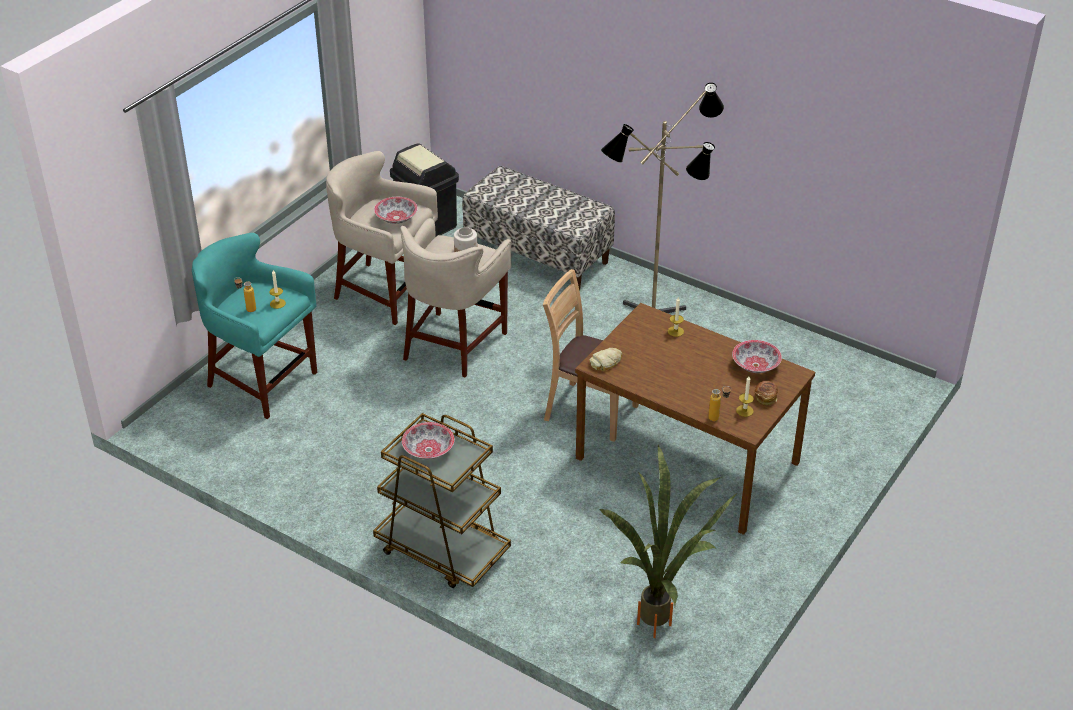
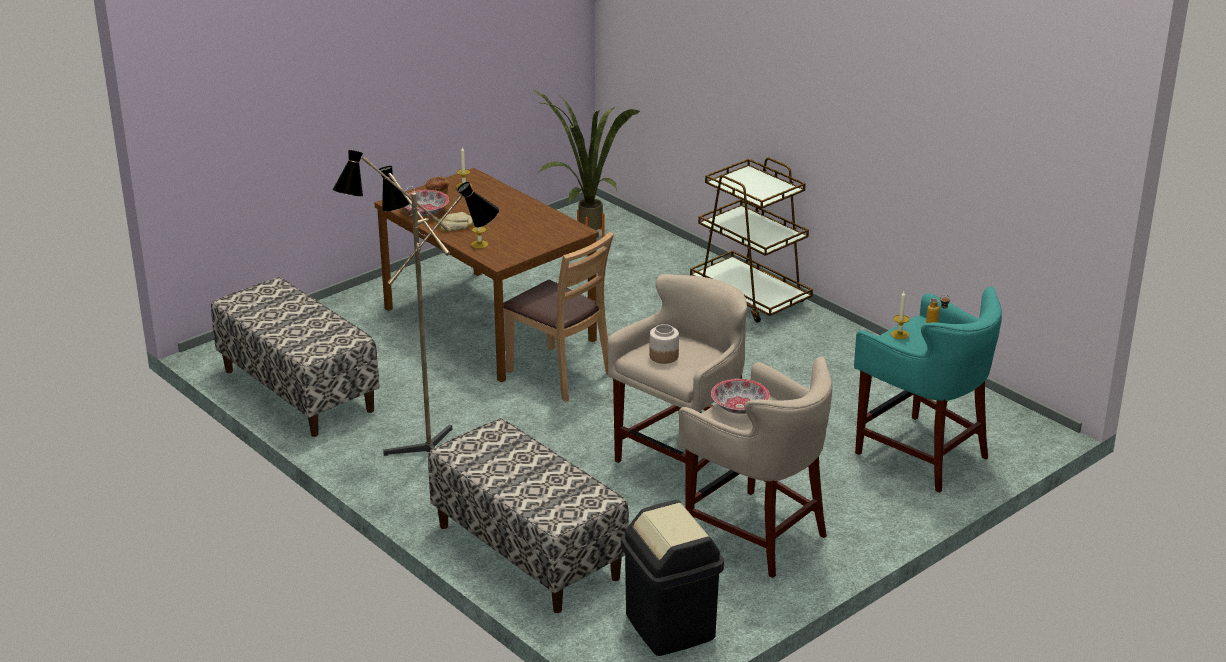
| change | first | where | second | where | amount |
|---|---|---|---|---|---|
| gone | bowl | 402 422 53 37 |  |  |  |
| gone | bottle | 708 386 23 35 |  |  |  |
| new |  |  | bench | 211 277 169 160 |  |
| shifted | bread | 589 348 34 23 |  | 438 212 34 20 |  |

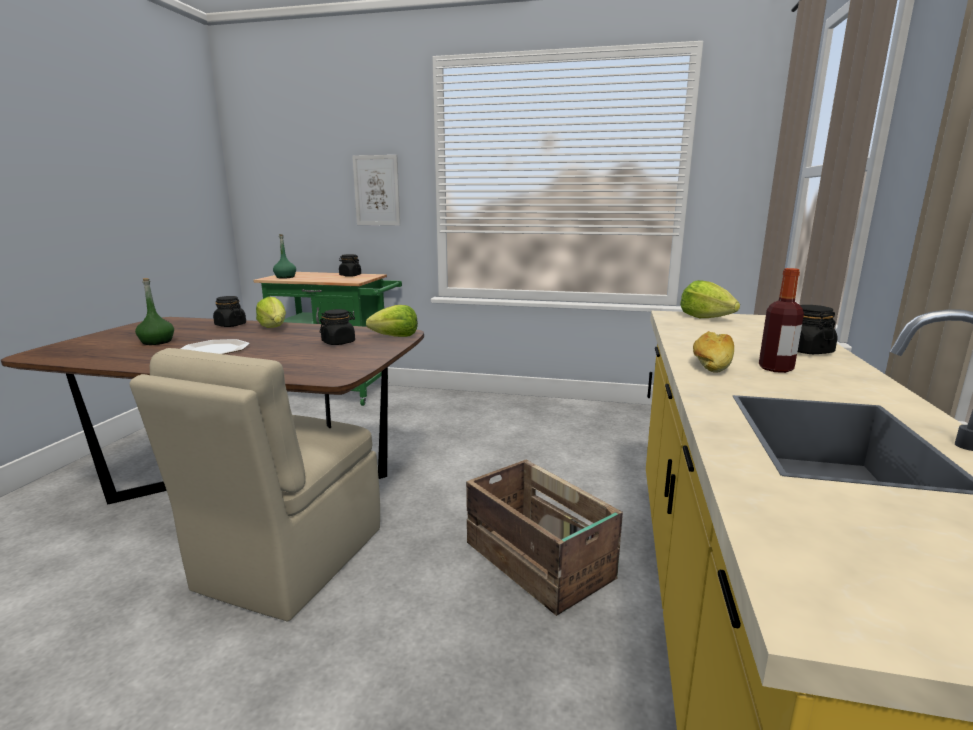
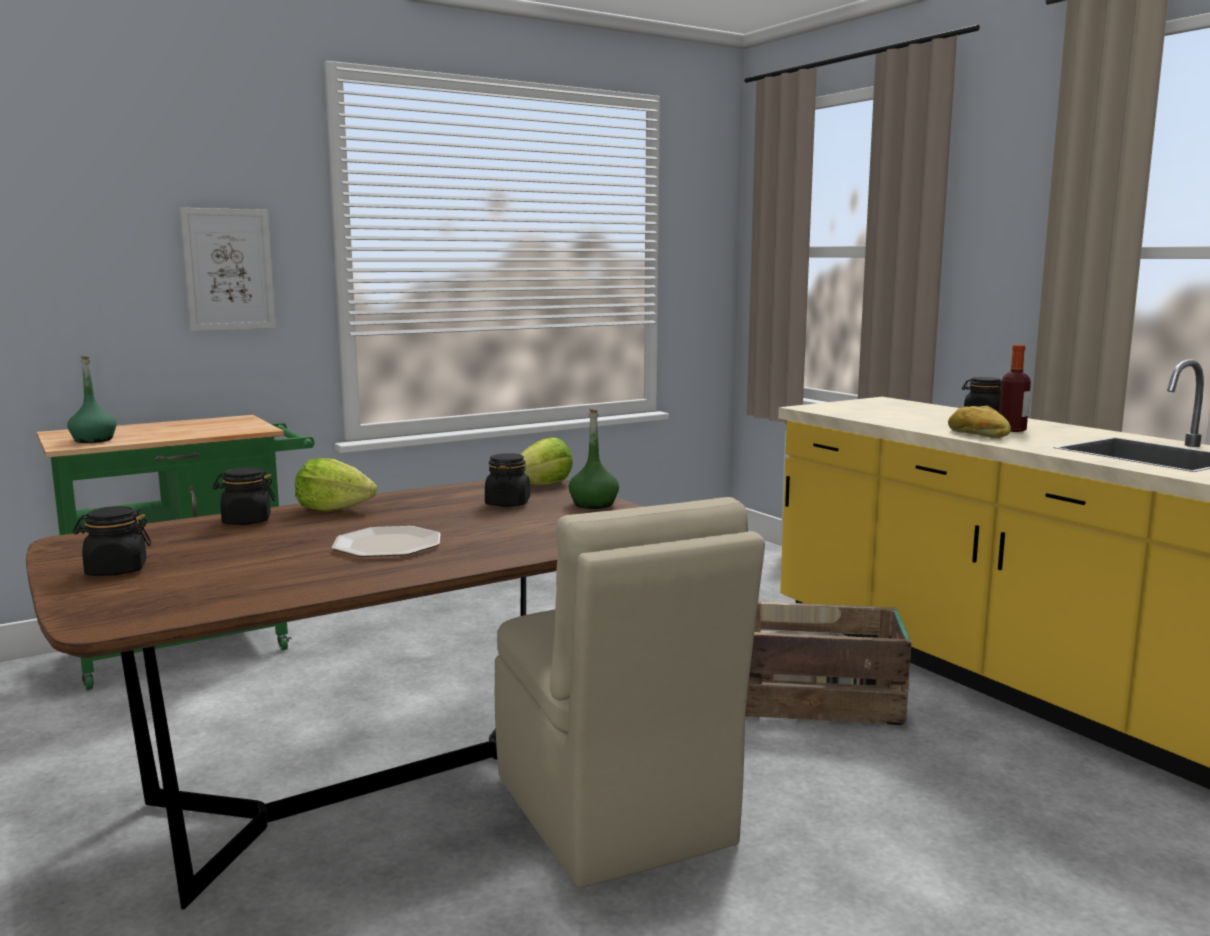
| change | first | where | second | where | amount |
|---|---|---|---|---|---|
| gone | lettuce | 680 280 60 38 |  |  |  |
| shifted | green bottle | 135 278 39 67 |  | 569 409 50 100 |  |
| shifted | black jar | 339 254 22 23 |  | 72 506 80 70 |  |

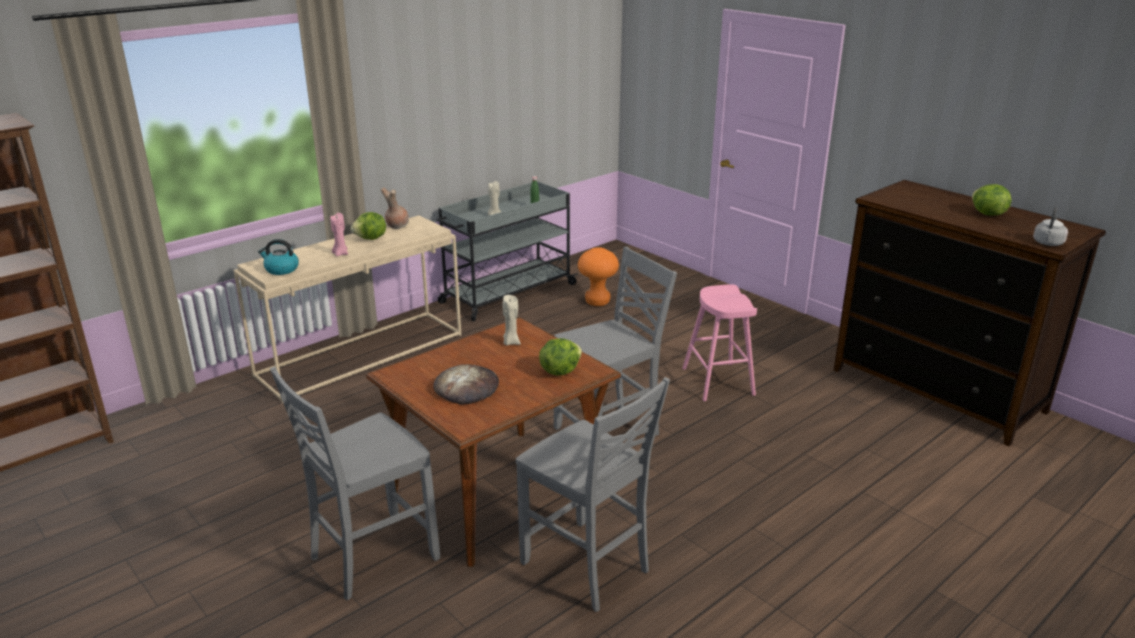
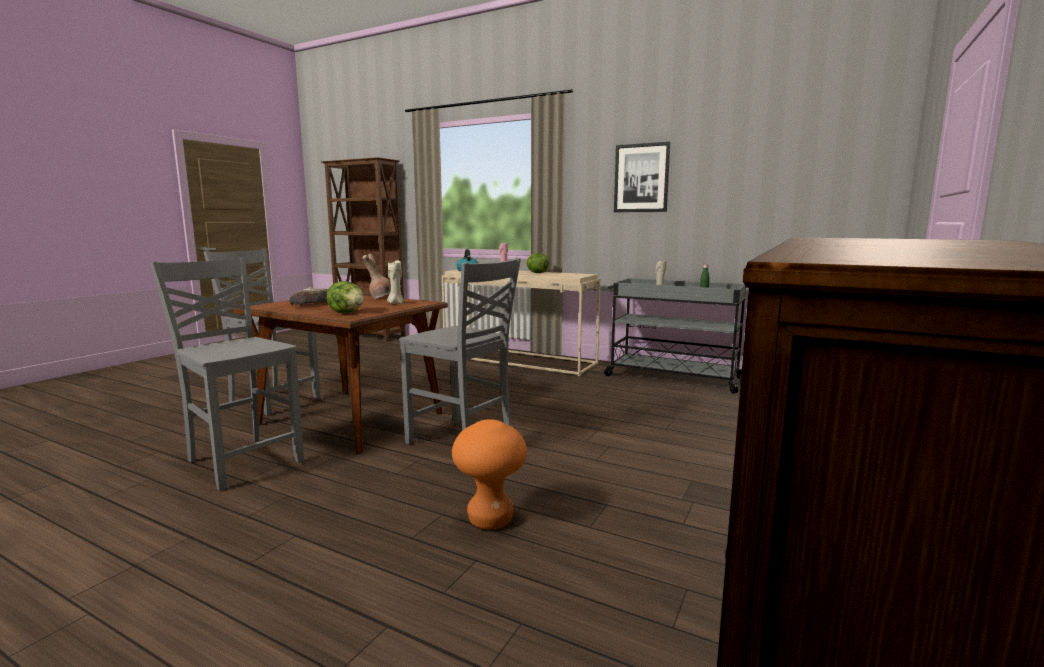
| change | first | where | second | where | amount |
|---|---|---|---|---|---|
| gone | pink stool | 682 284 75 117 |  |  |  |
| gone | lettuce | 972 184 40 31 |  |  |  |
| gone | grey kettle | 1033 207 35 39 |  |  |  |
| new |  |  | picture | 614 142 56 70 |  |
| shifted | brown vase | 381 188 28 41 |  | 363 254 28 45 |  |
| shifted | orange stool | 578 247 41 59 |  | 452 419 75 111 |  |
| rotated | grey chair | 516 377 154 235 |  | 150 257 154 234 | 105 degrees clockwise |

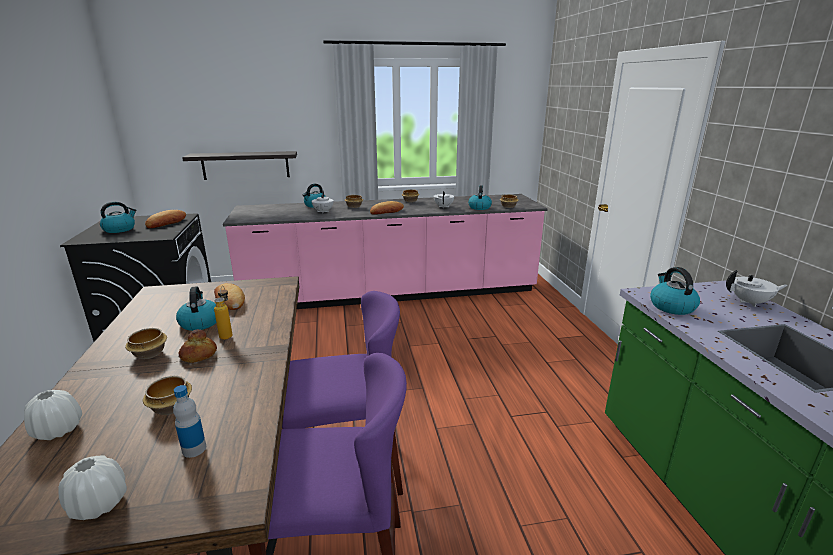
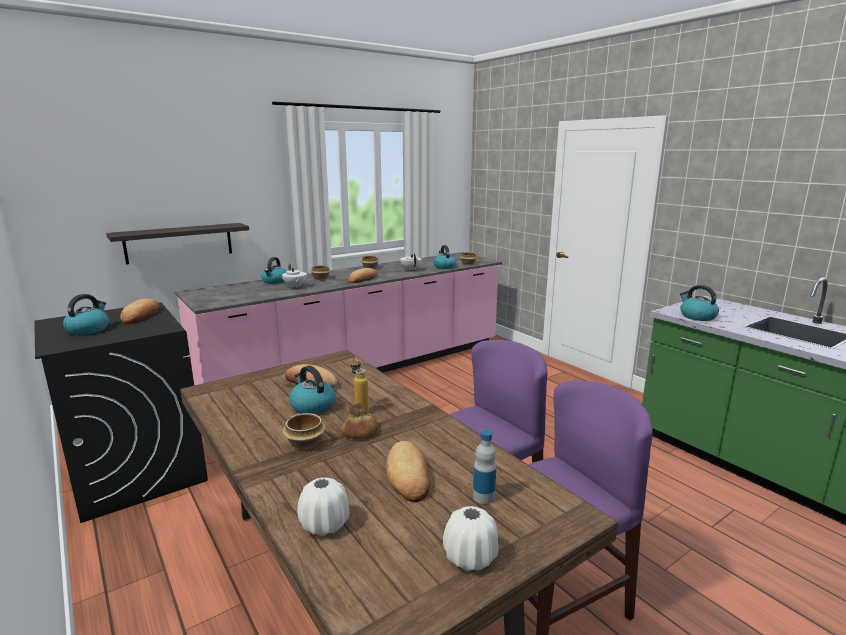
| change | first | where | second | where | amount |
|---|---|---|---|---|---|
| gone | white teapot | 726 270 62 37 |  |  |  |
| swapped | bowl | 143 376 49 39 | bread | 386 441 44 61 |  |

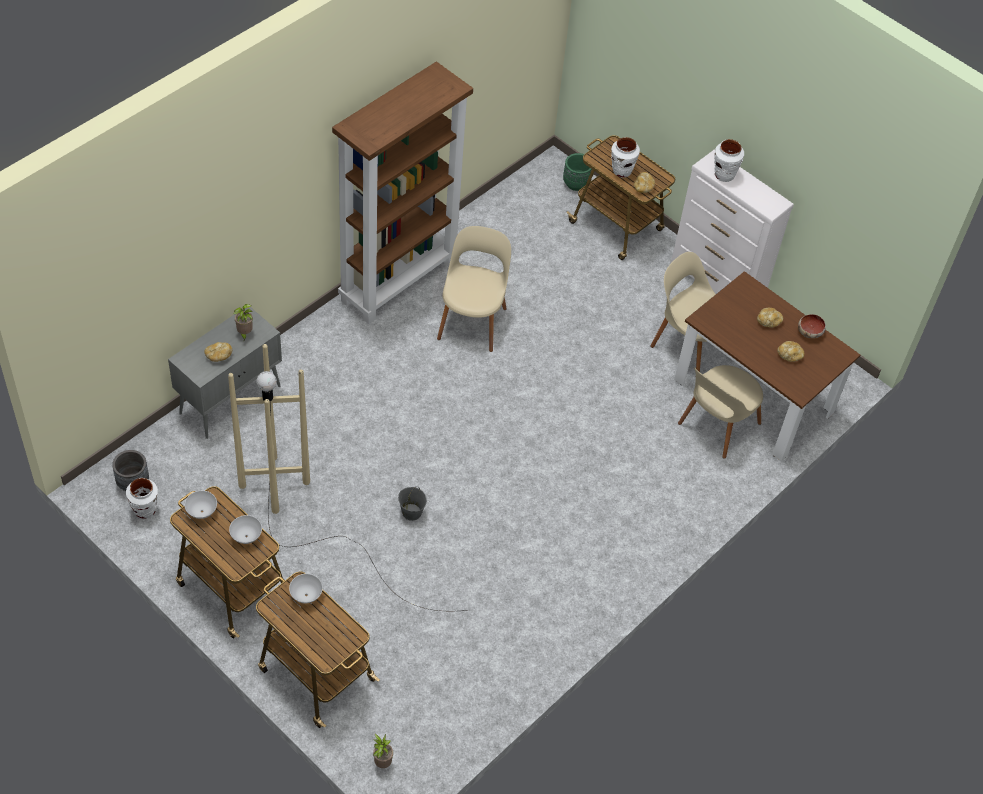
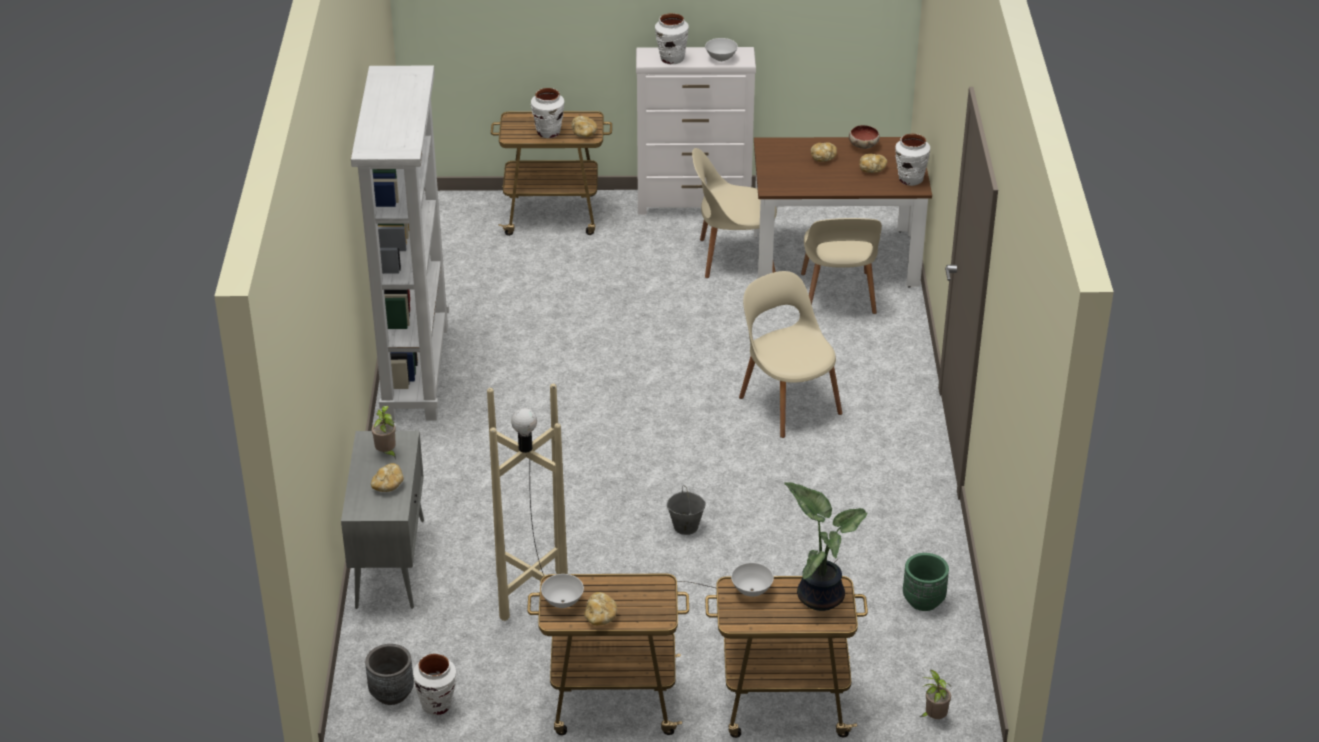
| change | first | where | second | where | amount |
|---|---|---|---|---|---|
| new |  |  | bread | 584 592 33 34 |  |
| new |  |  | potted plant | 784 483 84 128 |  |
| new |  |  | white vase | 895 134 35 52 |  |
| shifted | white bowl | 229 515 33 29 |  | 705 38 33 24 |  |
| shifted | beige chair | 437 226 74 126 |  | 739 271 104 167 |  |
| shifted | green planter | 563 153 29 38 |  | 903 553 46 58 |  |
| repainted | brown bookcase | 332 62 141 262 | white bookcase | 351 66 98 355 |  |

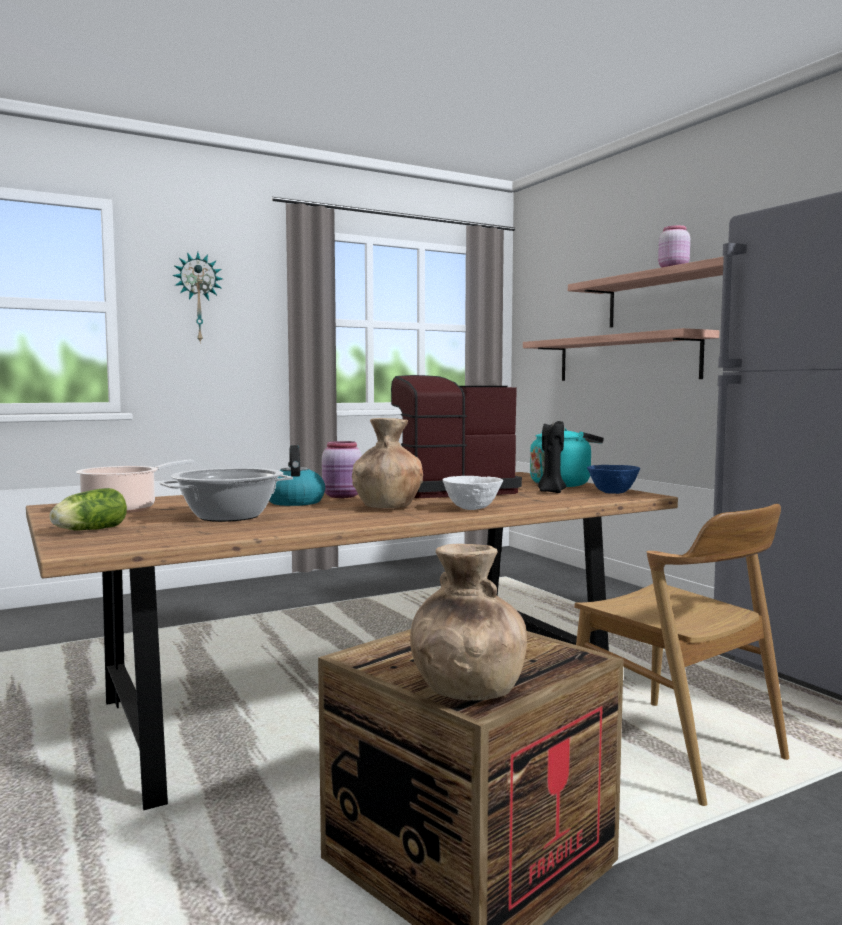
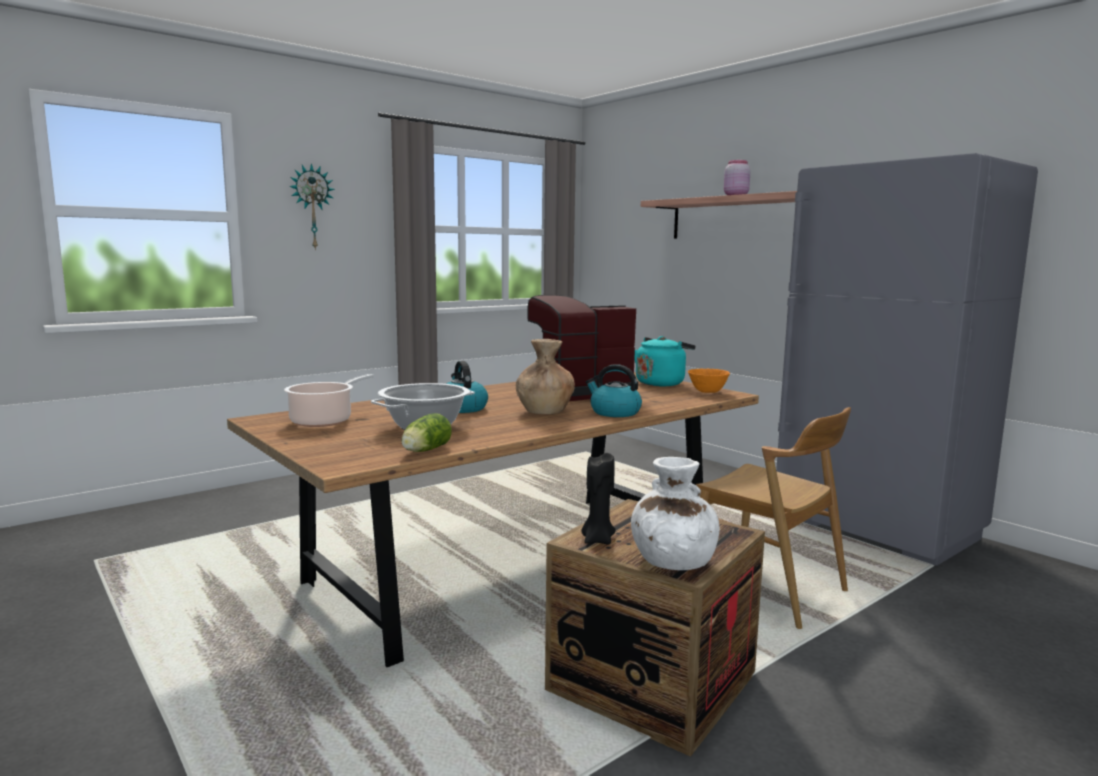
| change | first | where | second | where | amount |
|---|---|---|---|---|---|
| gone | pink jar | 322 441 40 57 |  |  |  |
| gone | shelf | 523 328 196 53 |  |  |  |
| shifted | lettuce | 50 488 77 42 |  | 401 413 51 39 |  |
| shifted | black candle | 538 421 28 72 |  | 581 453 35 92 |  |
| swapped | white bowl | 443 476 60 34 | kettle | 586 364 56 53 |  |
| repainted | brown vase | 410 544 117 156 | white vase | 631 457 89 113 |  |
| repainted | blue bowl | 587 465 53 29 | orange bowl | 688 369 42 24 |  |

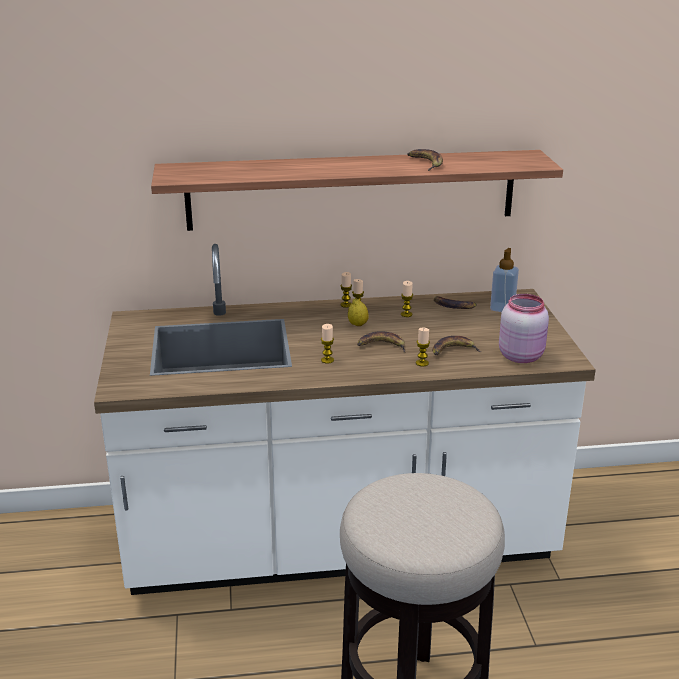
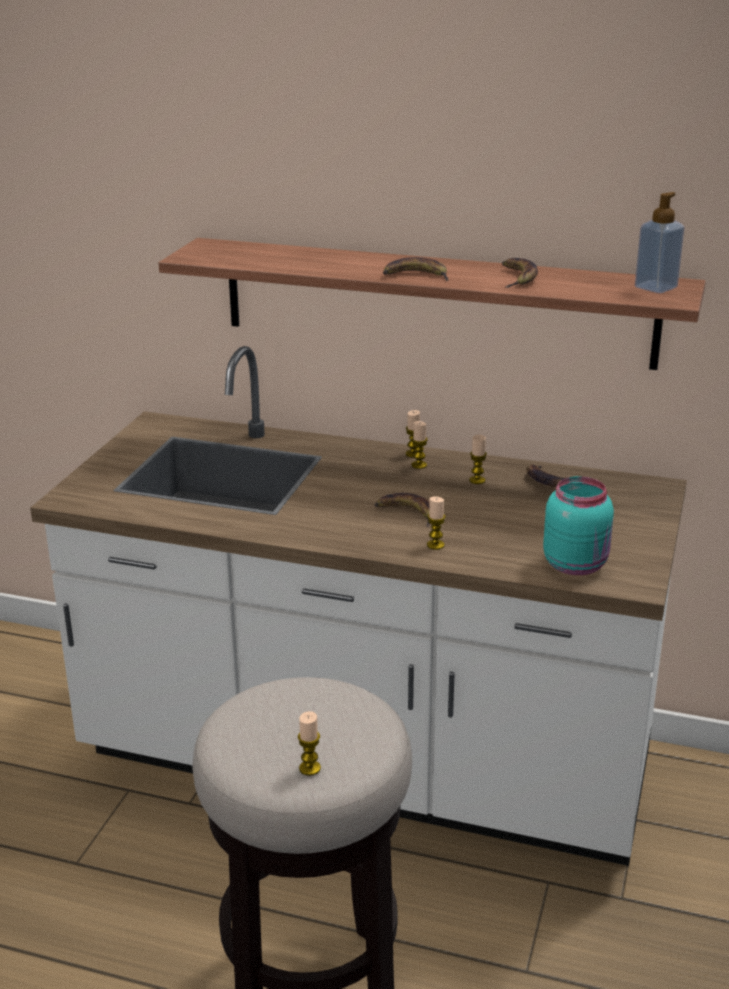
| change | first | where | second | where | amount |
|---|---|---|---|---|---|
| gone | lemon | 348 299 21 27 |  |  |  |
| shifted | candle | 321 324 13 40 |  | 298 711 23 65 |  |
| shifted | banana | 432 336 49 19 |  | 383 257 66 24 |  |
| shifted | soap dispenser | 490 248 29 64 |  | 635 192 50 101 |  |
| repainted | pink jar | 499 294 50 69 | turquoise jar | 543 476 71 99 |  |

